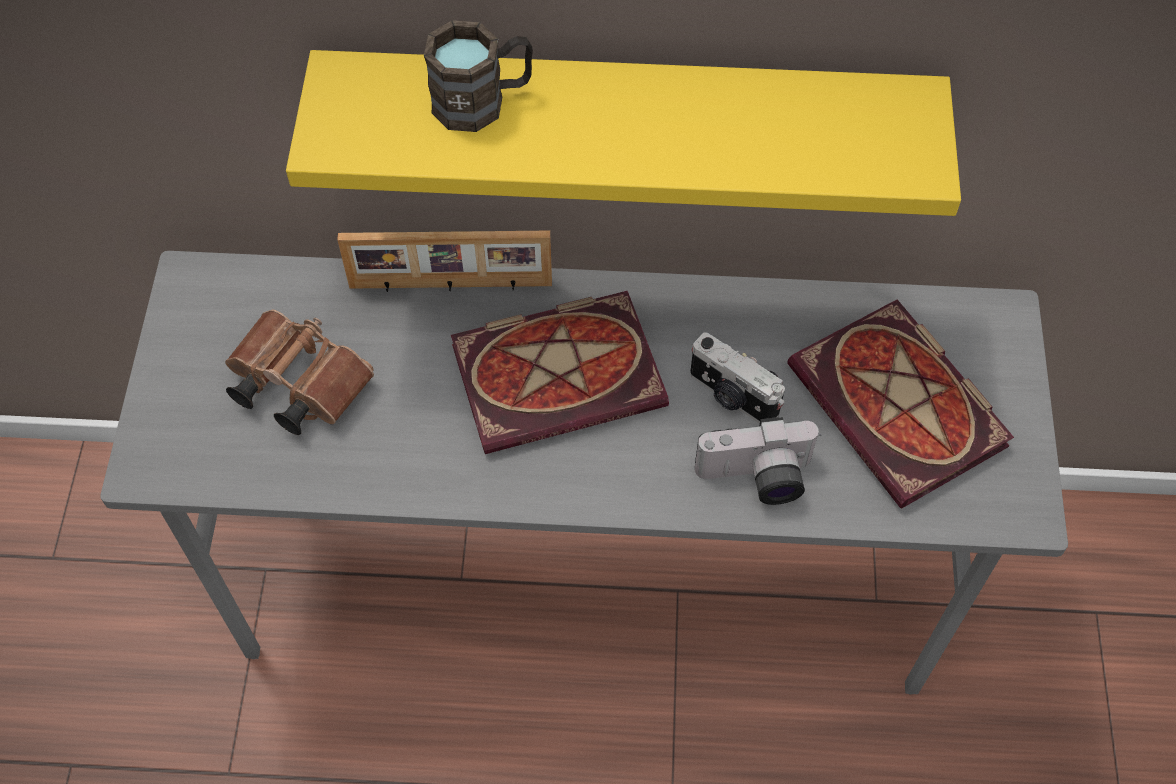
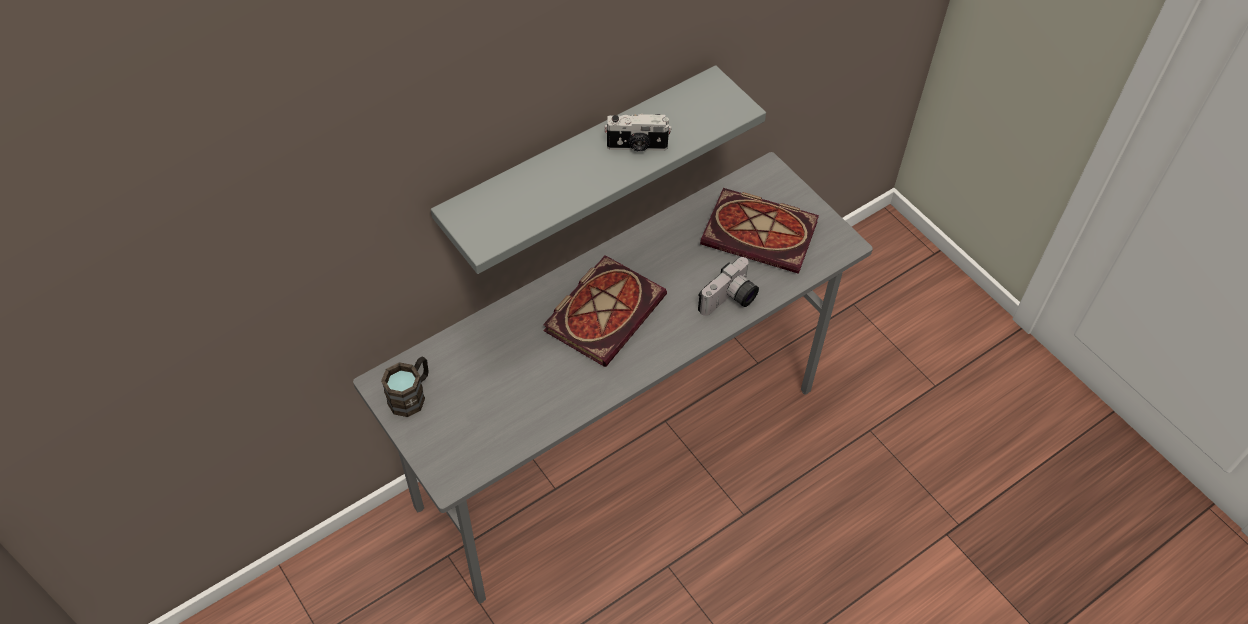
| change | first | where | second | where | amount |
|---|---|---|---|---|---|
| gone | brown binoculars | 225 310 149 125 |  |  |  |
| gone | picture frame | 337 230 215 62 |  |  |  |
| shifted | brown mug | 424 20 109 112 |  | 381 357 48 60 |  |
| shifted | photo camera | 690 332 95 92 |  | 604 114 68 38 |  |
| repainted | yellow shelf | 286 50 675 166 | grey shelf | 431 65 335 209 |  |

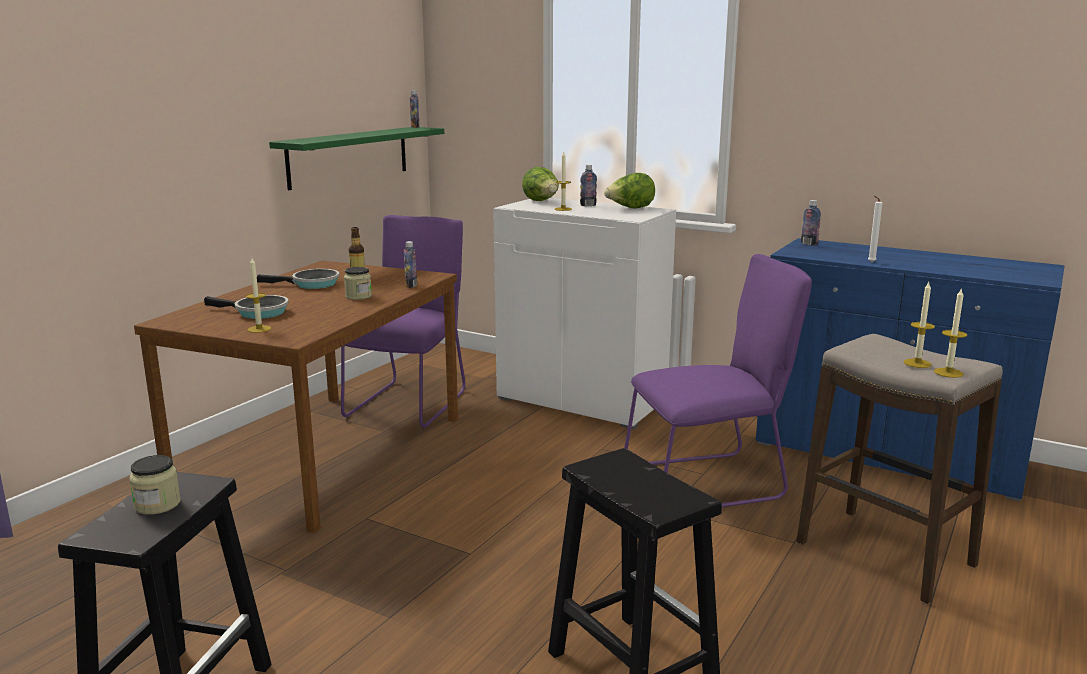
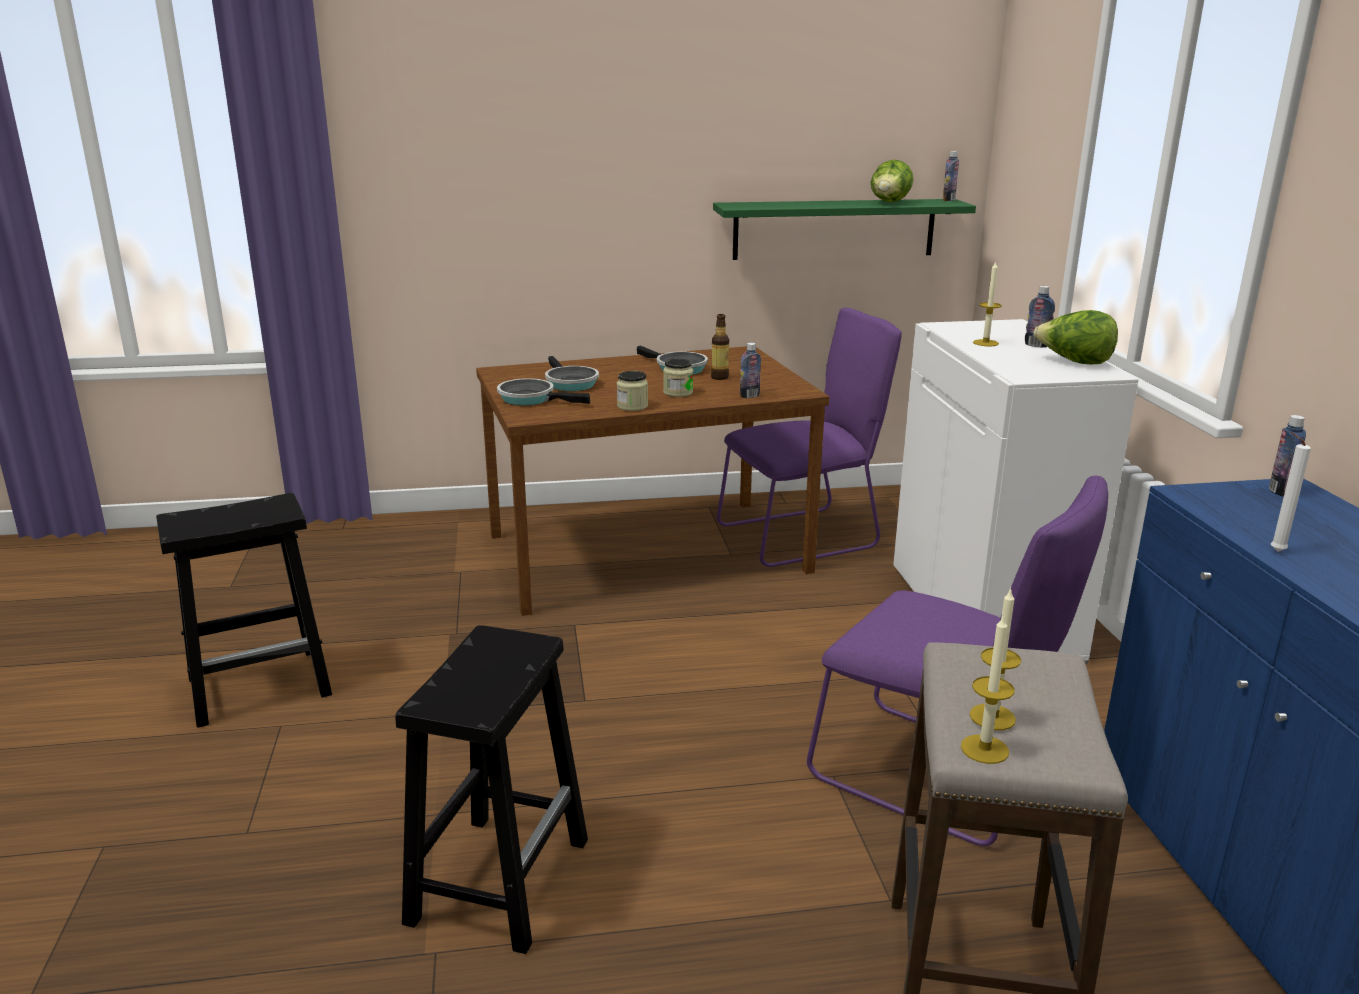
| change | first | where | second | where | amount |
|---|---|---|---|---|---|
| shifted | jar | 129 455 52 60 |  | 617 371 31 40 |  |
| shifted | lettuce | 522 167 37 34 |  | 871 160 42 42 |  |
| swapped | candle | 246 258 25 75 | frying pan | 497 378 93 28 |  |

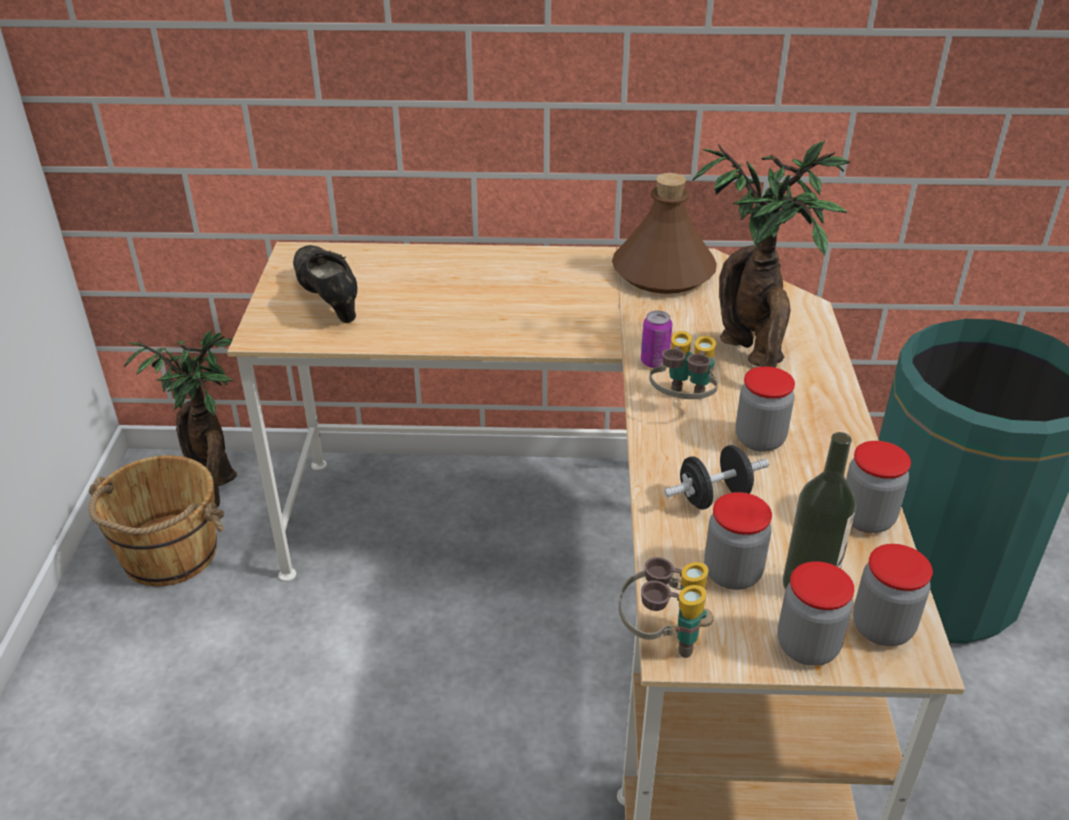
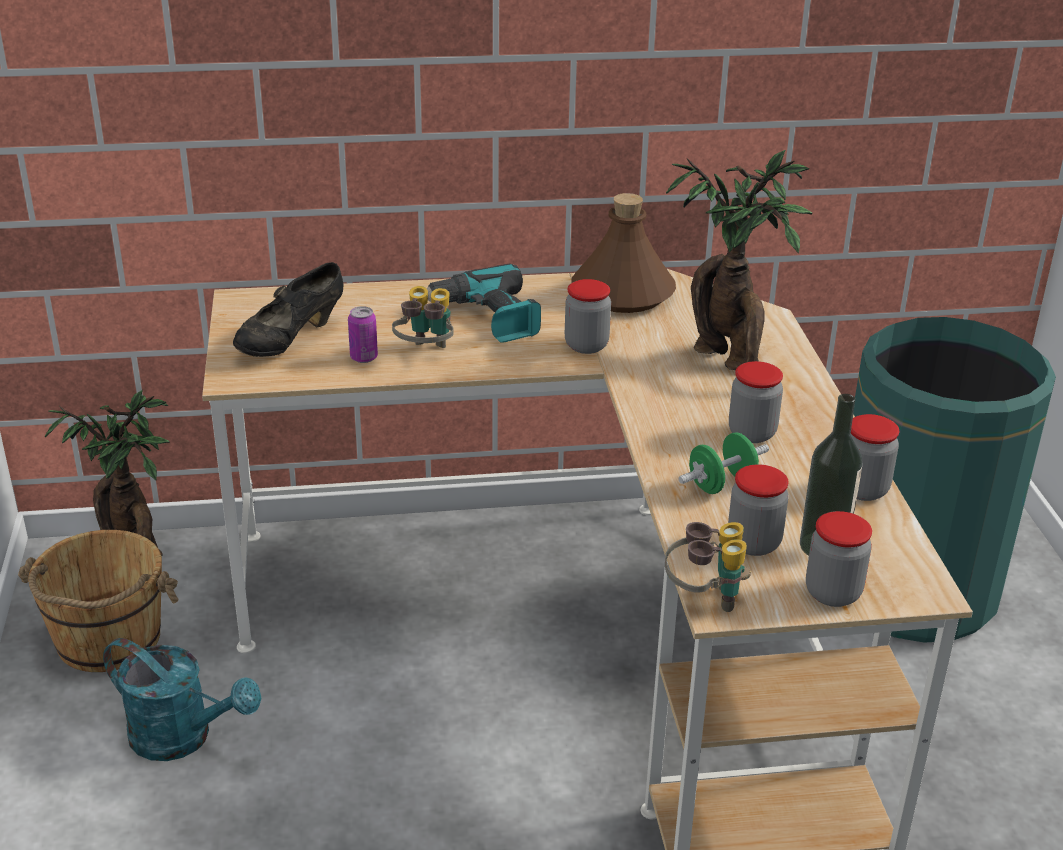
| change | first | where | second | where | amount |
|---|---|---|---|---|---|
| new |  |  | turquoise watering can | 103 638 159 123 |  |
| new |  |  | power drill | 427 263 114 79 |  |
| shifted | can | 641 311 31 57 |  | 348 306 30 57 |  |
| shifted | binoculars | 649 331 69 68 |  | 392 286 62 62 |  |
| shifted | jar | 853 544 80 102 |  | 565 279 46 75 |  |
| repainted | black dumbbell | 664 445 105 64 | green dumbbell | 679 433 90 61 |  |
| rotated | black shoe | 293 245 64 78 |  | 233 262 110 95 | 105 degrees counterclockwise |

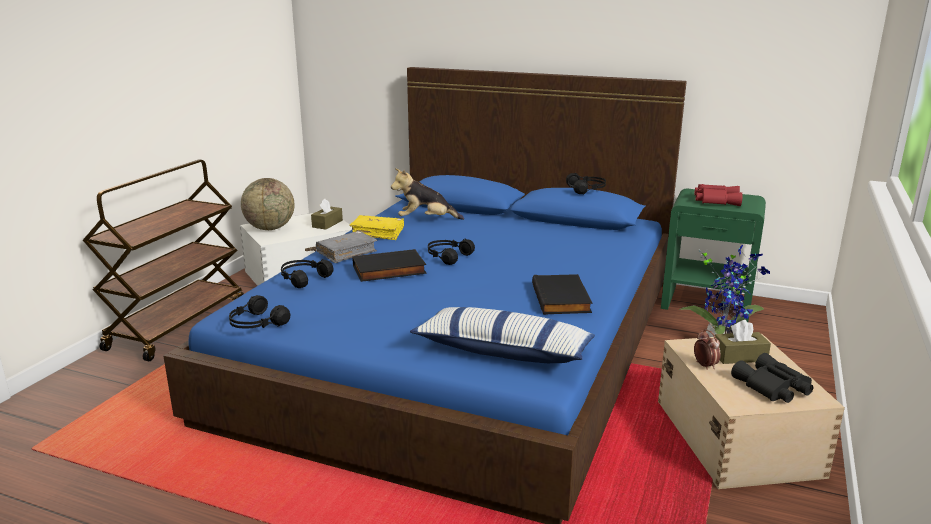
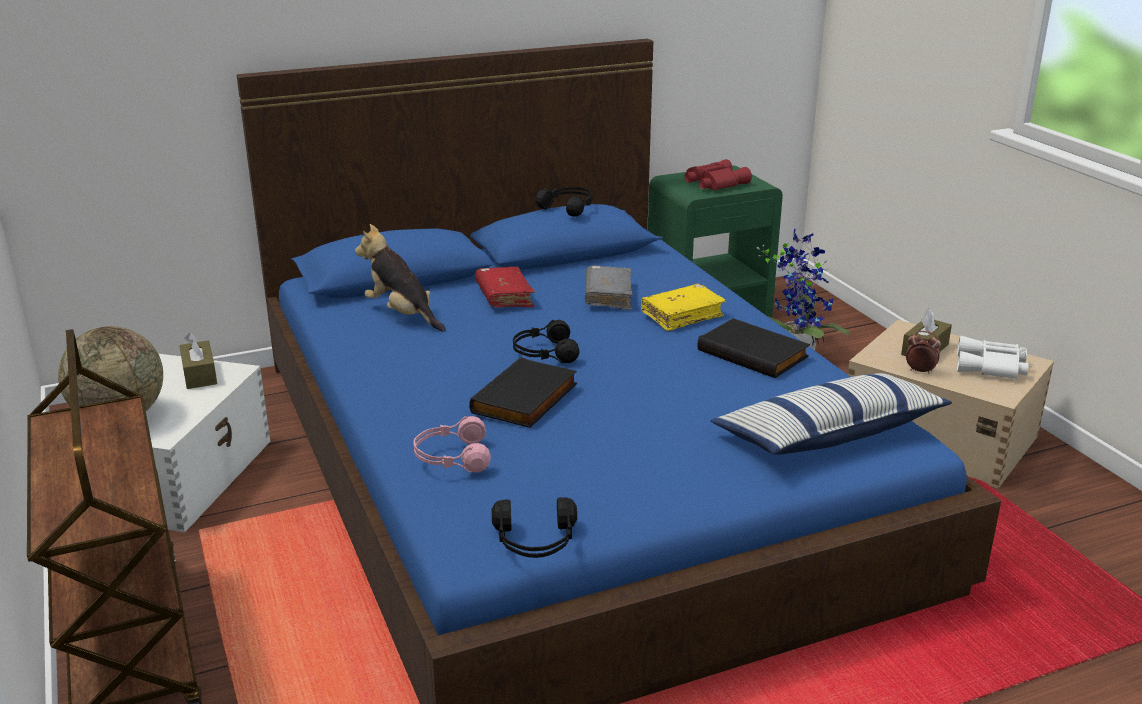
| change | first | where | second | where | amount |
|---|---|---|---|---|---|
| new |  |  | red book | 475 267 60 40 |  |
| shifted | grey book | 316 231 61 32 |  | 585 266 47 44 |  |
| shifted | yellow book | 349 215 55 25 |  | 641 284 85 47 |  |
| repainted | black headphones | 281 259 53 29 | pink headphones | 413 416 78 57 |  |
| repainted | black binoculars | 731 353 82 50 | white binoculars | 957 336 72 44 |  |
| rotated | plush toy | 391 168 73 52 |  | 355 224 91 108 | 90 degrees clockwise |

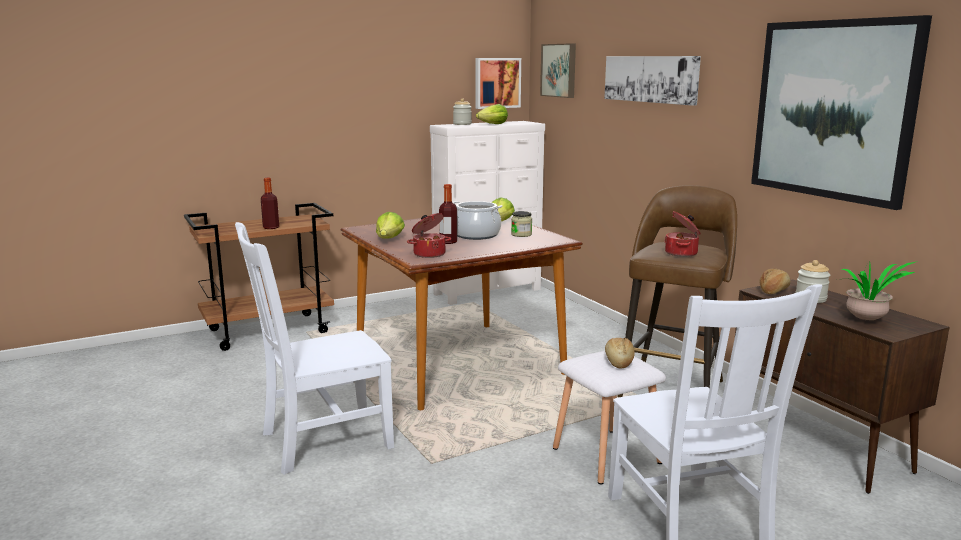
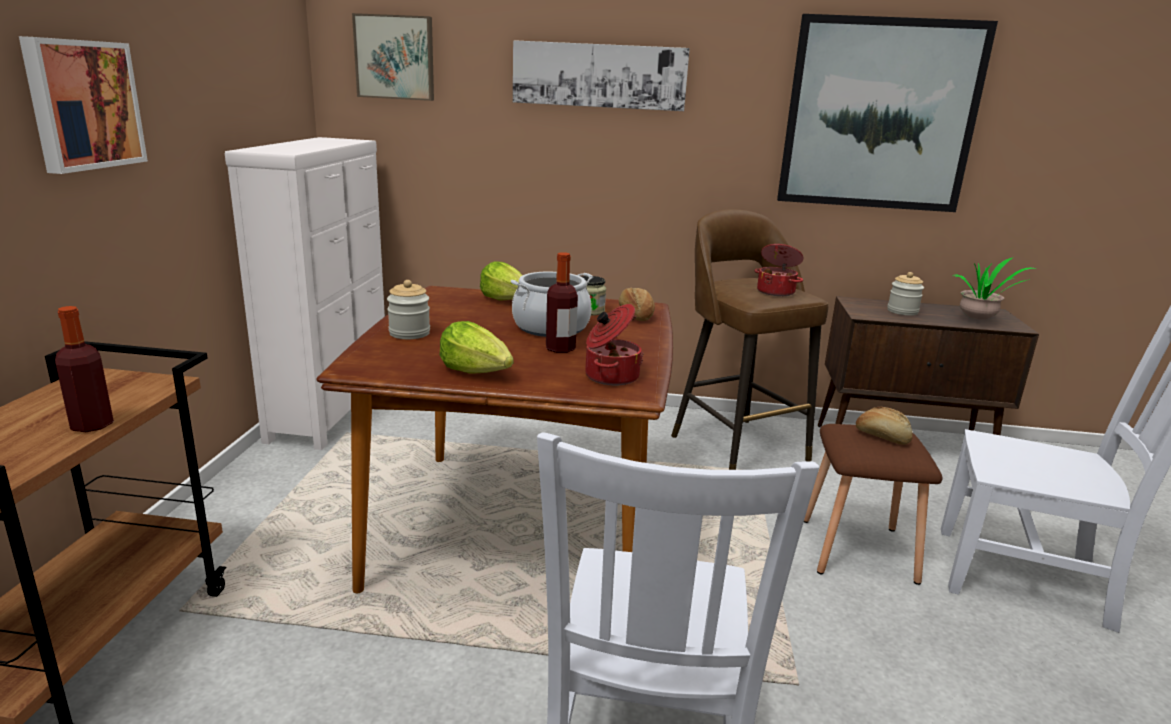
| change | first | where | second | where | amount |
|---|---|---|---|---|---|
| gone | lettuce | 476 104 32 20 |  |  |  |
| shifted | jar | 453 98 19 27 |  | 387 280 43 59 |  |
| shifted | picture | 475 58 46 51 |  | 19 36 129 138 |  |
| shifted | bread | 760 269 31 25 |  | 619 288 36 33 |  |
| repainted | white stool | 553 351 113 133 | brown stool | 804 424 139 161 |  |

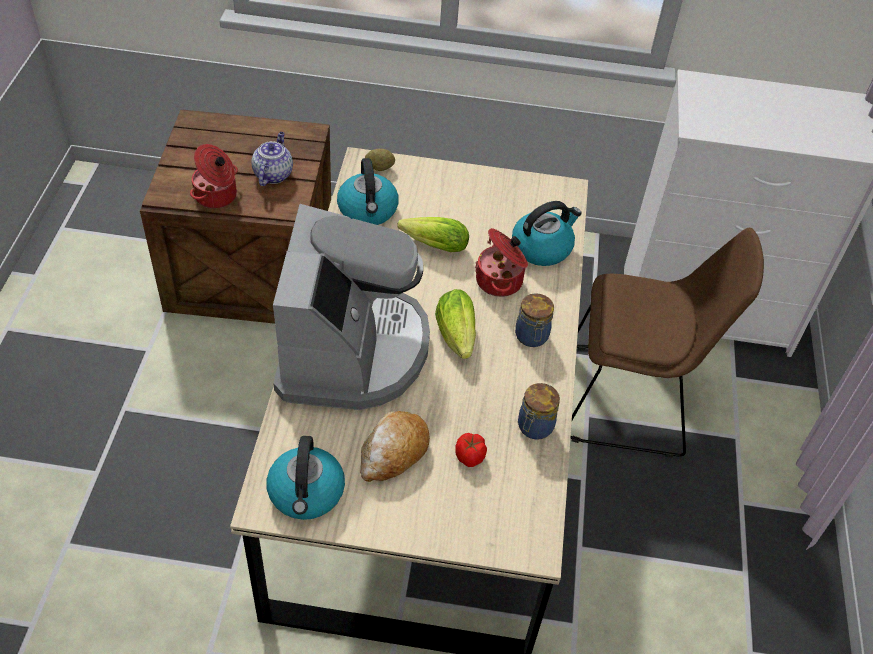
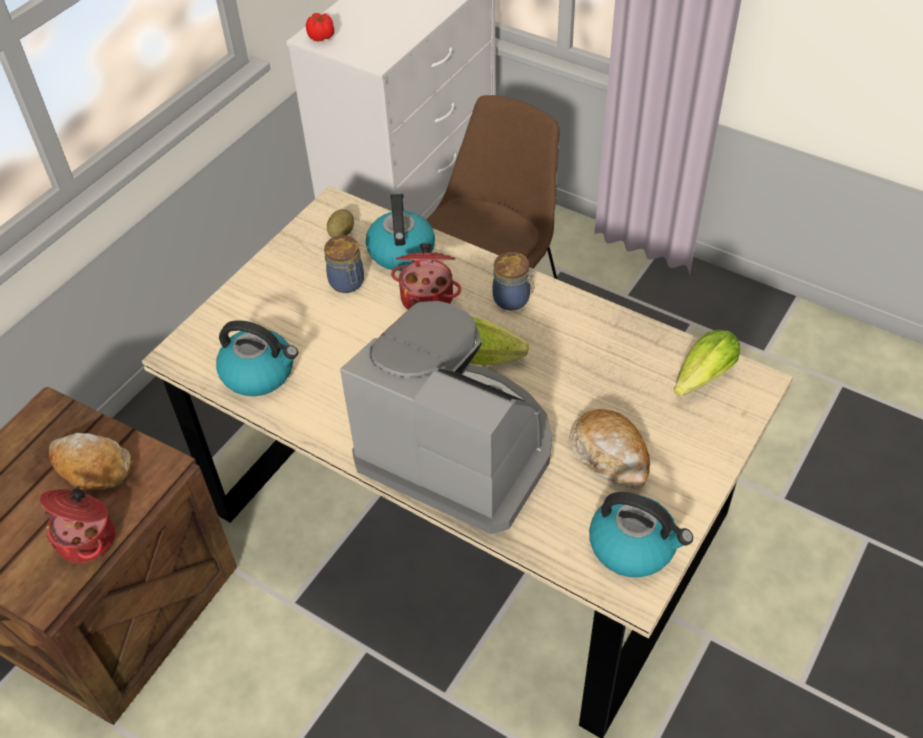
| change | first | where | second | where | amount |
|---|---|---|---|---|---|
| shifted | potato | 365 149 30 22 |  | 327 209 27 29 |  |
| shifted | lettuce | 397 217 72 35 |  | 674 330 66 66 |  |
| shifted | tomato | 455 433 32 34 |  | 306 13 28 29 |  |
| shifted | jar | 518 383 42 57 |  | 324 235 40 58 |  |
| swapped | teapot | 251 132 42 54 | bread | 49 433 84 57 |  |

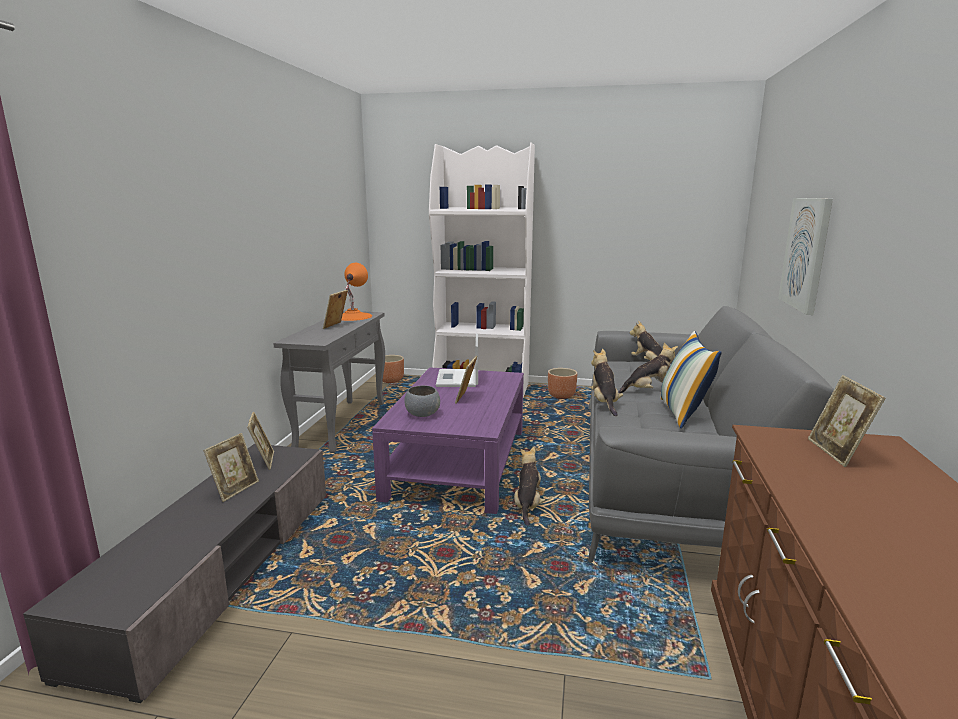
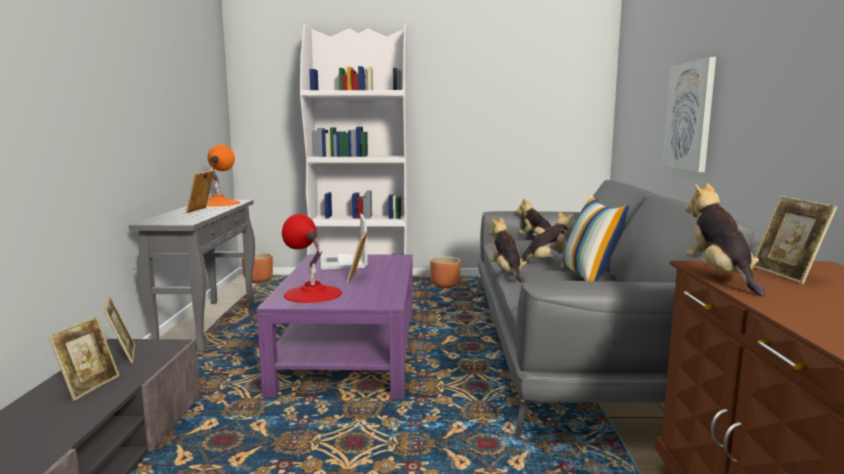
| change | first | where | second | where | amount |
|---|---|---|---|---|---|
| shifted | plush toy | 514 447 32 79 |  | 685 182 80 114 |  |
| swapped | grey bowl | 404 385 36 32 | red table lamp | 282 214 60 89 |  |

